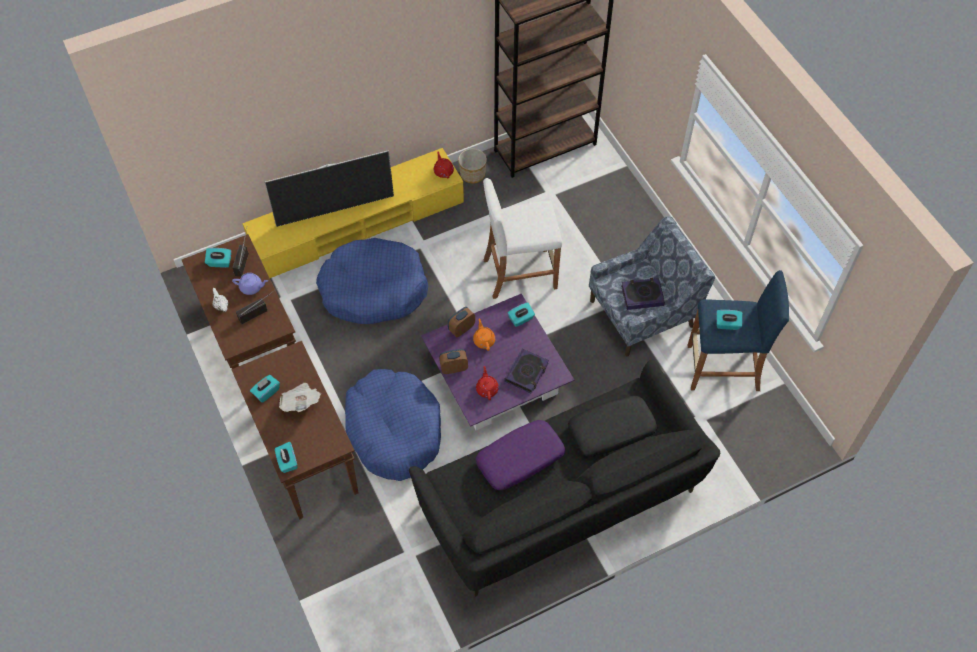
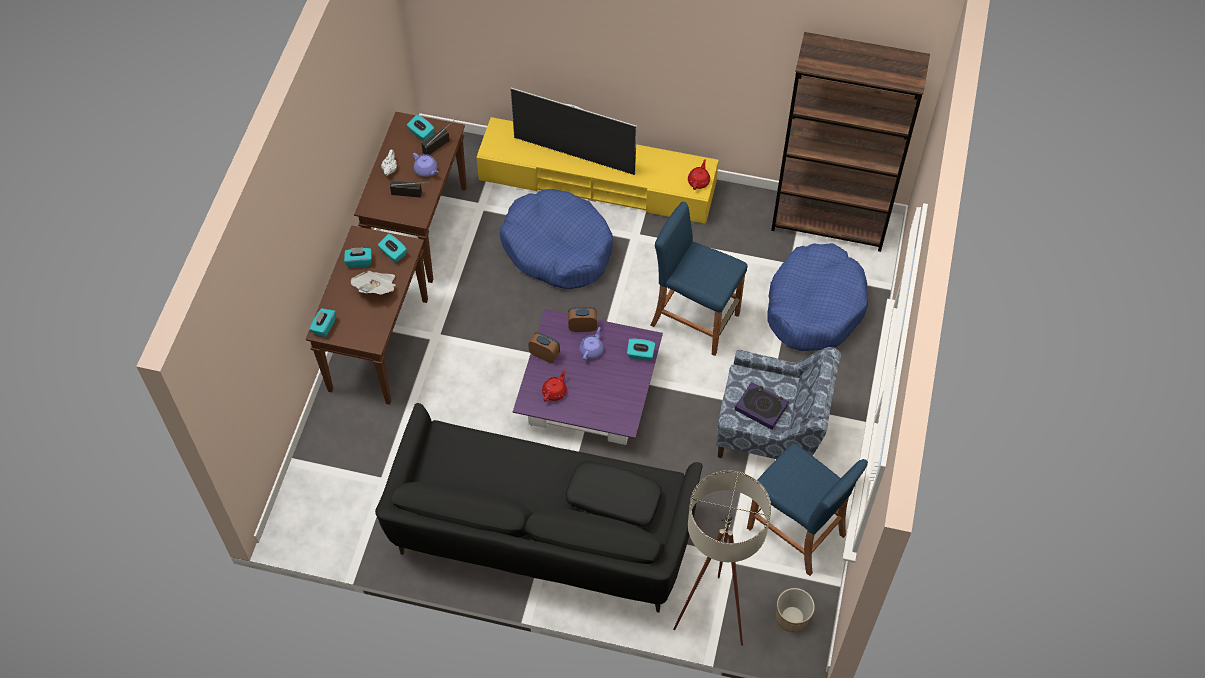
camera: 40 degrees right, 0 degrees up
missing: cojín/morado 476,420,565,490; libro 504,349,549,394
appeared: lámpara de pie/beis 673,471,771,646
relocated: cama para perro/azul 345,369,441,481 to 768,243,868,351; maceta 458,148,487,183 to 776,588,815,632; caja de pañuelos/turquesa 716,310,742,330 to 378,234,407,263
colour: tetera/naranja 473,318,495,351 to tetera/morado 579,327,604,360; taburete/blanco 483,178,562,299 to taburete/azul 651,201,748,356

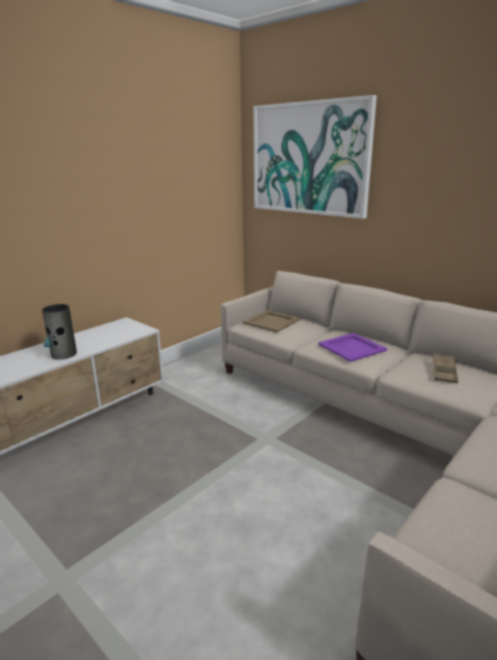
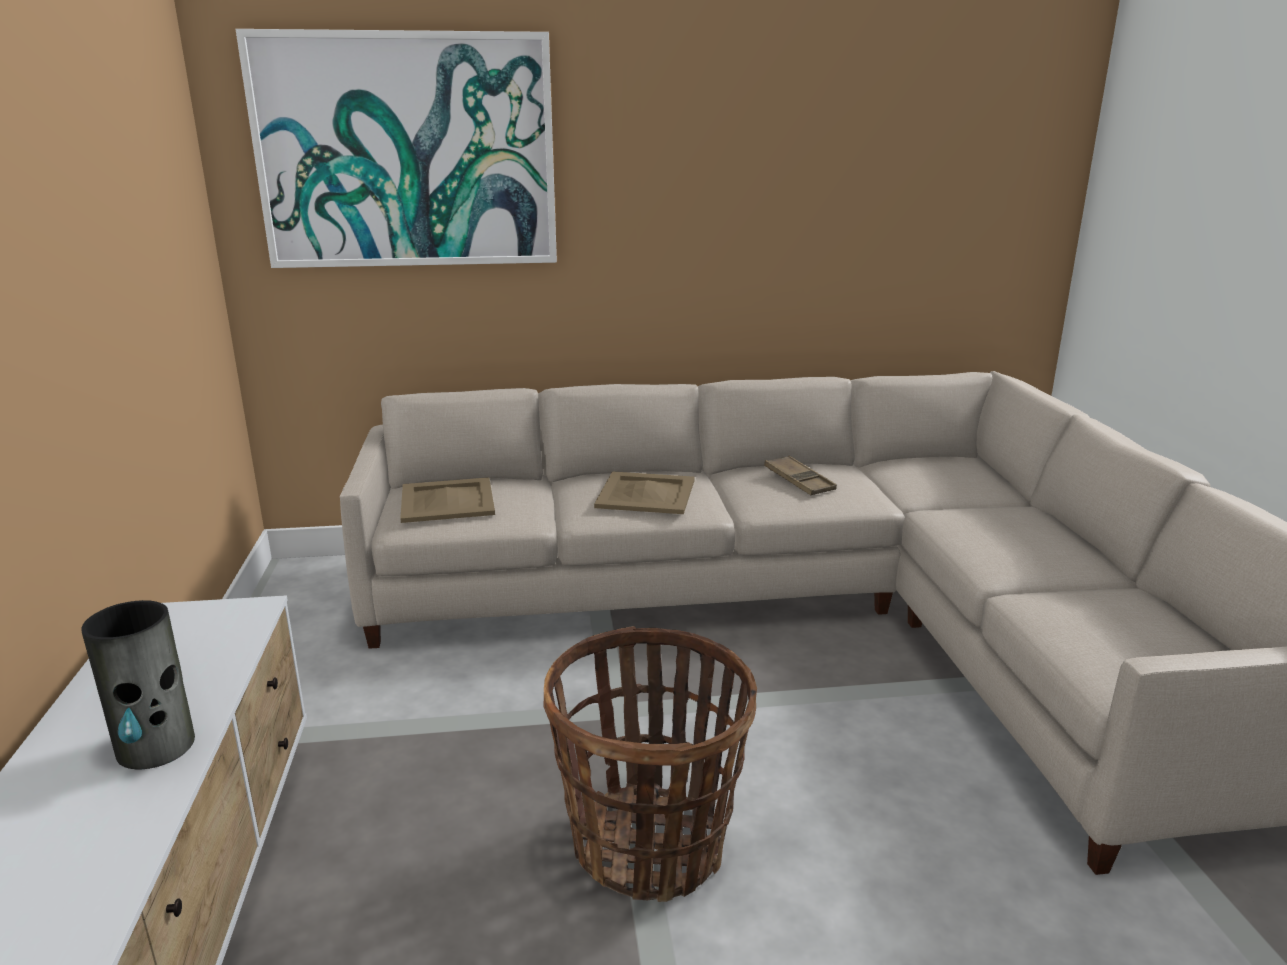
camera: 50 degrees left, 0 degrees up
appeared: cesta 544,626,757,902
colour: bandeja/morado 318,333,387,362 to bandeja/beis 594,471,695,514

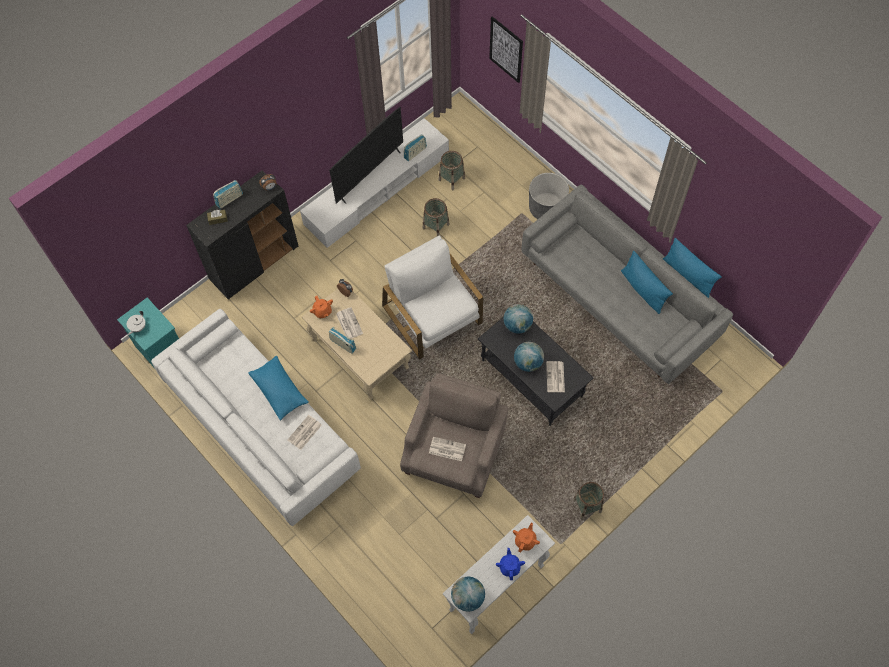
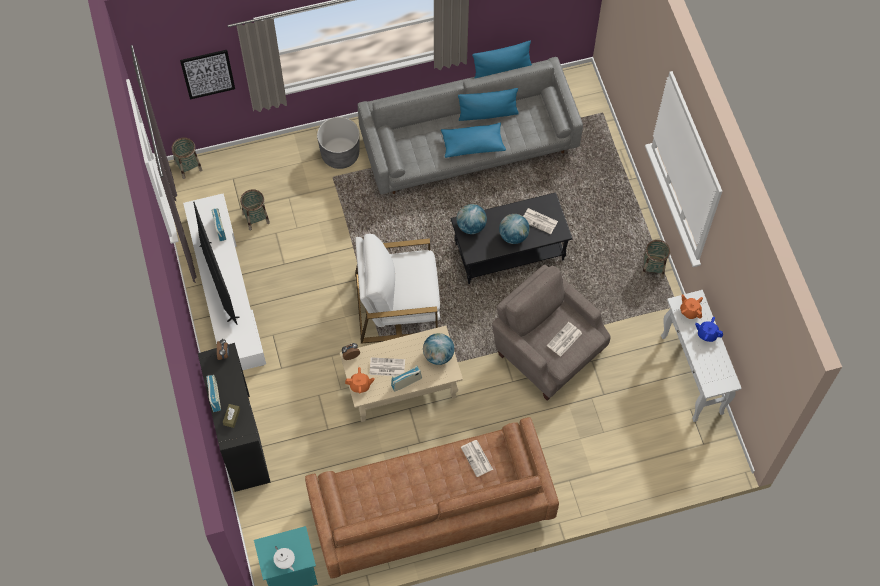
camera: 65 degrees left, 0 degrees up
relocated: cojín/azul 248,356,309,421 to 441,123,506,158; cesta 423,198,450,236 to 172,137,202,179; globo terráqueo 451,576,485,612 to 423,333,454,365
colour: sofá/blanco 151,309,361,526 to sofá/marrón 305,417,559,578

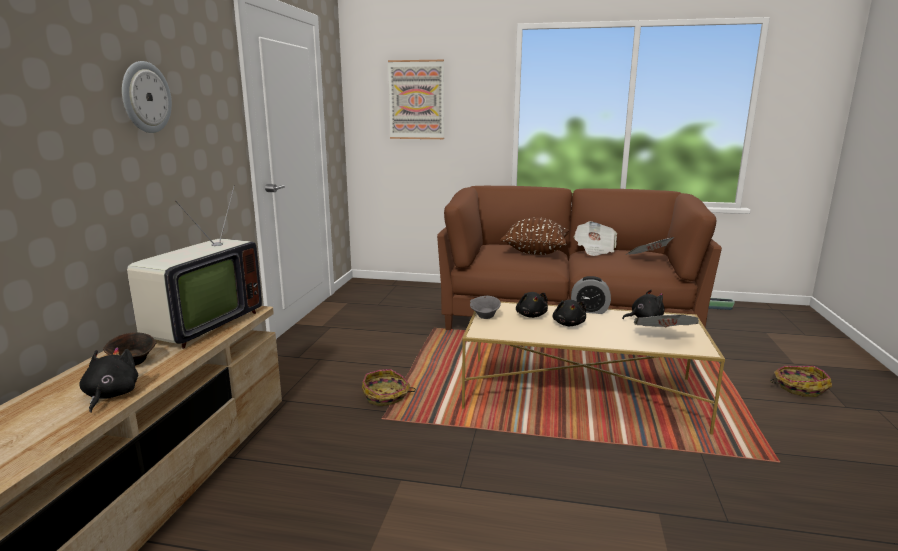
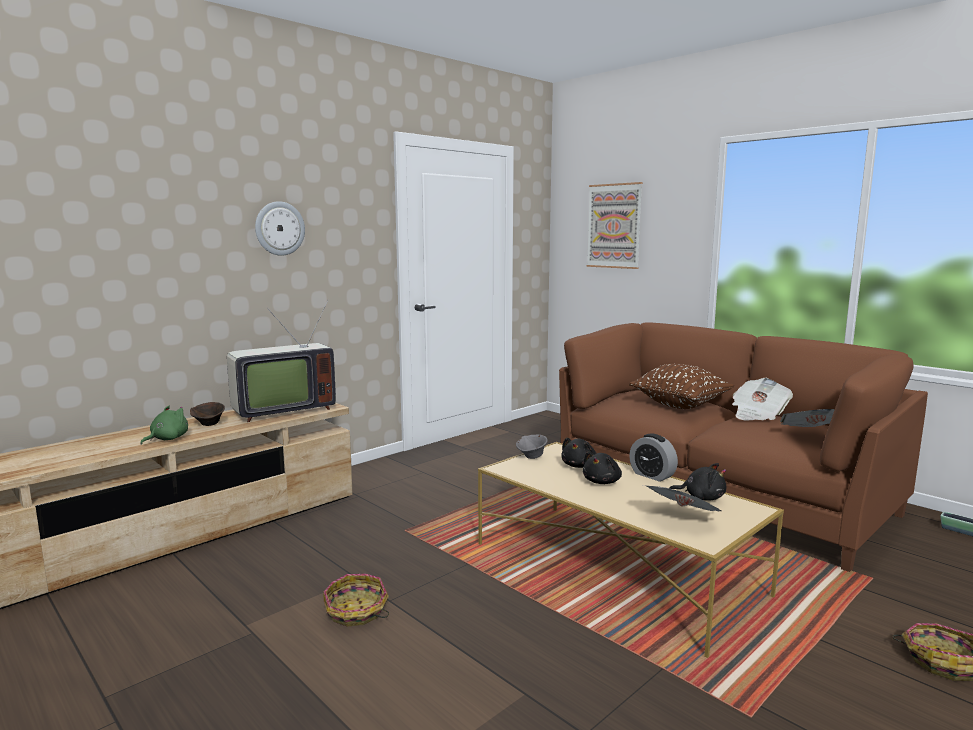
camera: 35 degrees right, 5 degrees down
relocated: cesta 362,369,416,406 to 323,574,389,626
colour: peluche/negro 79,347,138,413 to peluche/verde 140,406,188,445

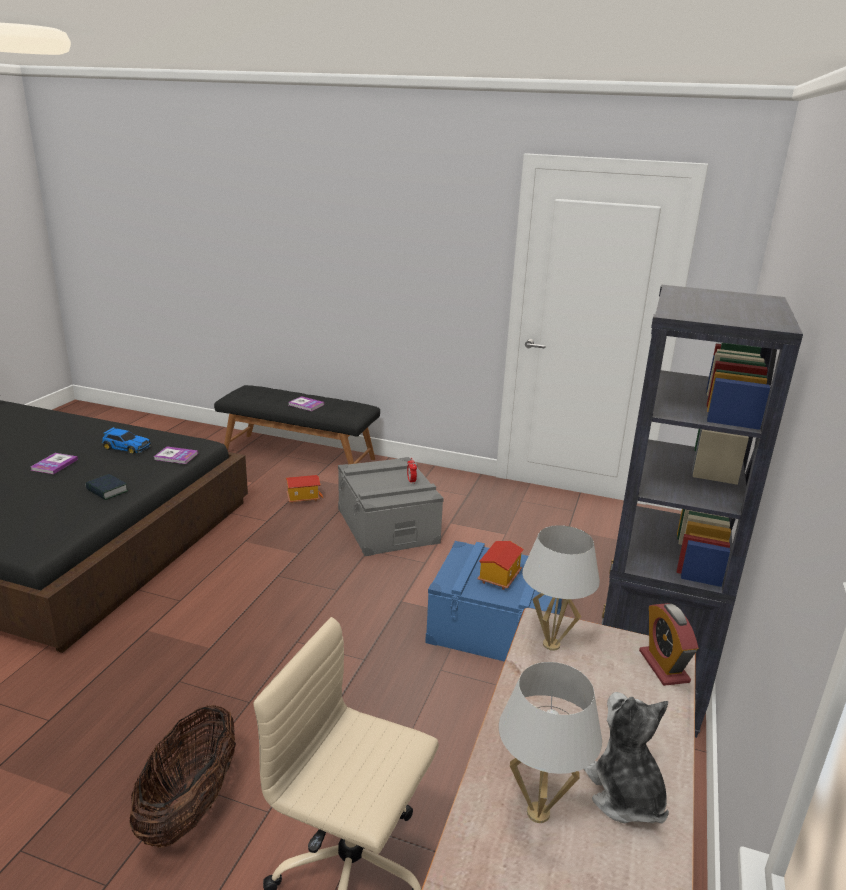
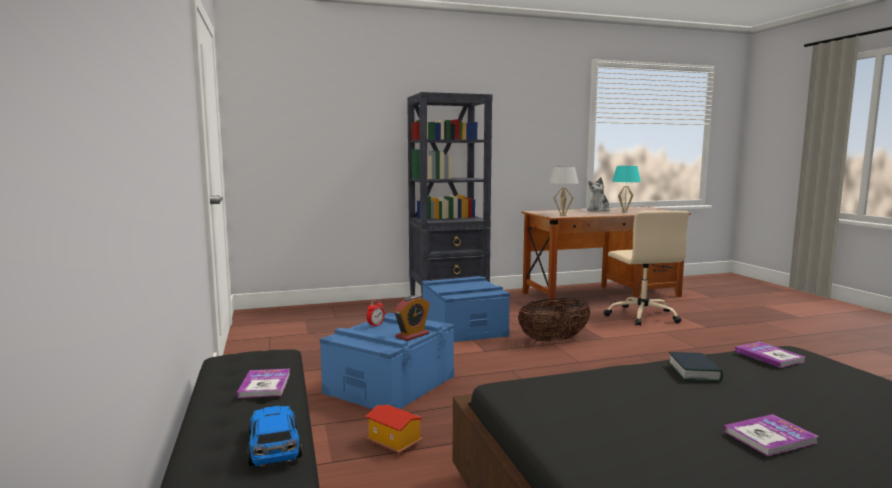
camera: 125 degrees left, 15 degrees down
missing: casita 477,541,524,590
relocated: coche de juguete 102,427,151,454 to 247,406,302,467; cesta 129,705,236,848 to 518,298,590,341; libro 154,447,198,464 to 735,342,805,368; despertador 639,603,699,686 to 394,295,430,341
colour: caja de almacenaje/gris 338,457,444,556 to caja de almacenaje/azul 320,313,454,409; lámpara de mesa/blanco 499,662,602,823 to lámpara de mesa/turquesa 612,166,641,213

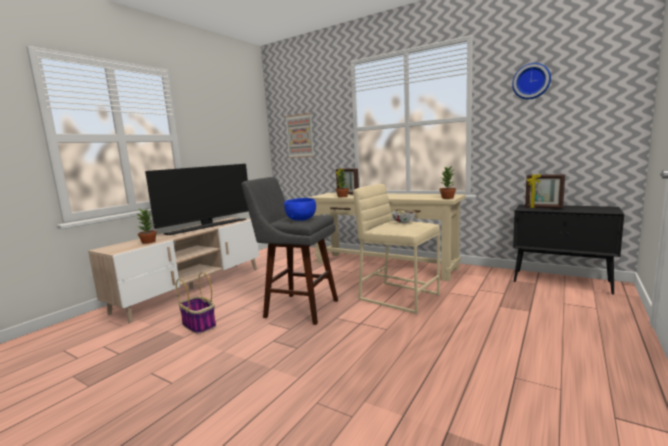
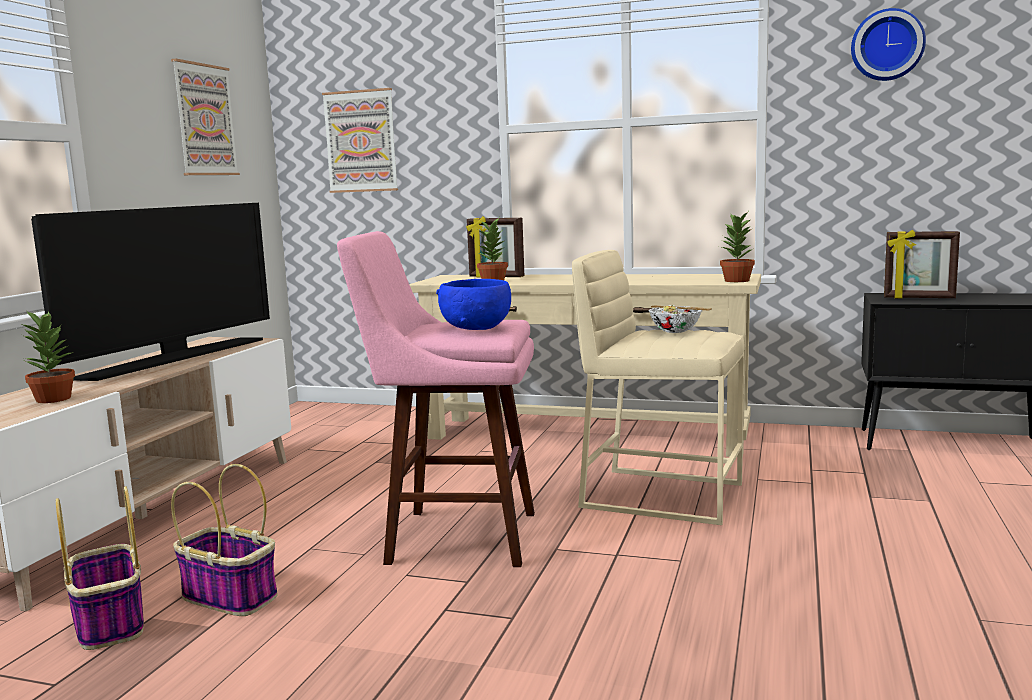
camera: 15 degrees left, 0 degrees up
appeared: cesta 56,486,144,650; cuadro 171,59,240,175
colour: taburete/gris 241,177,338,325 to taburete/rosa 337,231,535,567

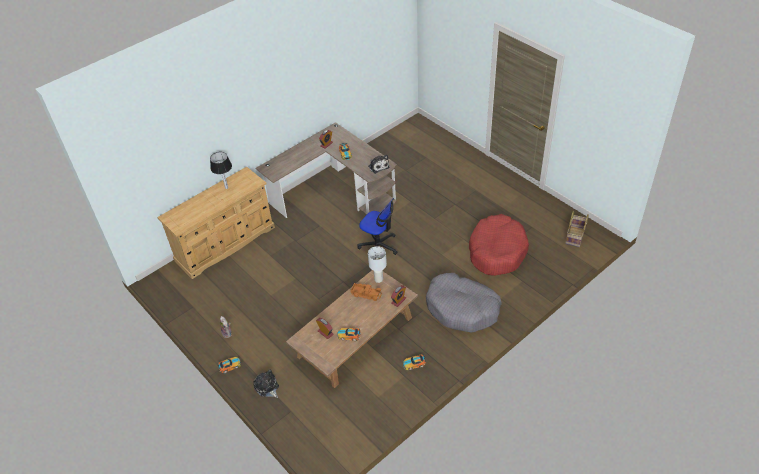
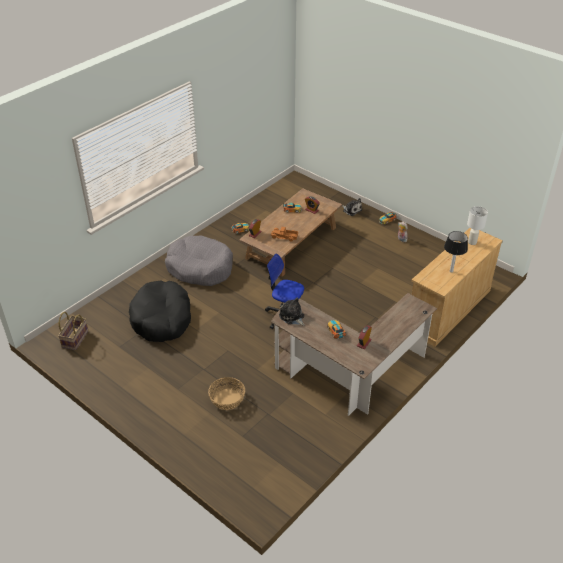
camera: 170 degrees right, 5 degrees down
appeared: cesta 208,377,245,410
relocated: lámpara de mesa/blanco 368,246,387,283 to 467,206,488,245
colour: cama para perro/rojo 469,214,529,276 to cama para perro/negro 129,280,191,342

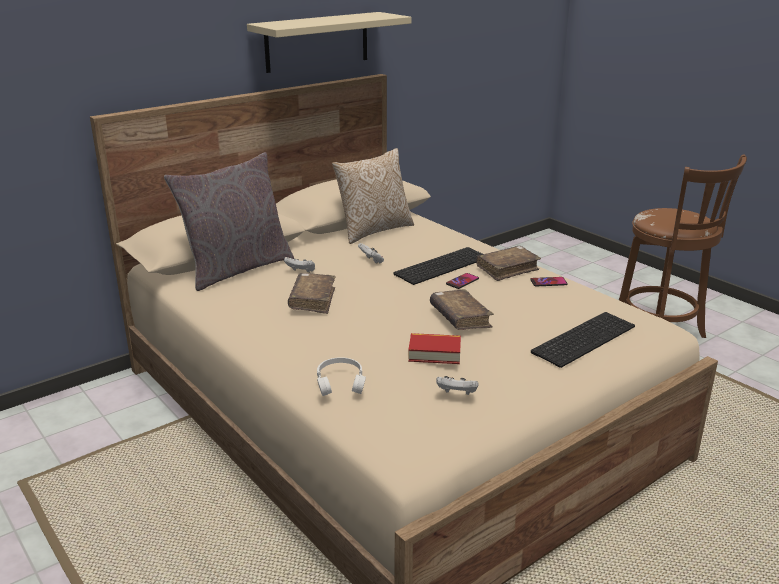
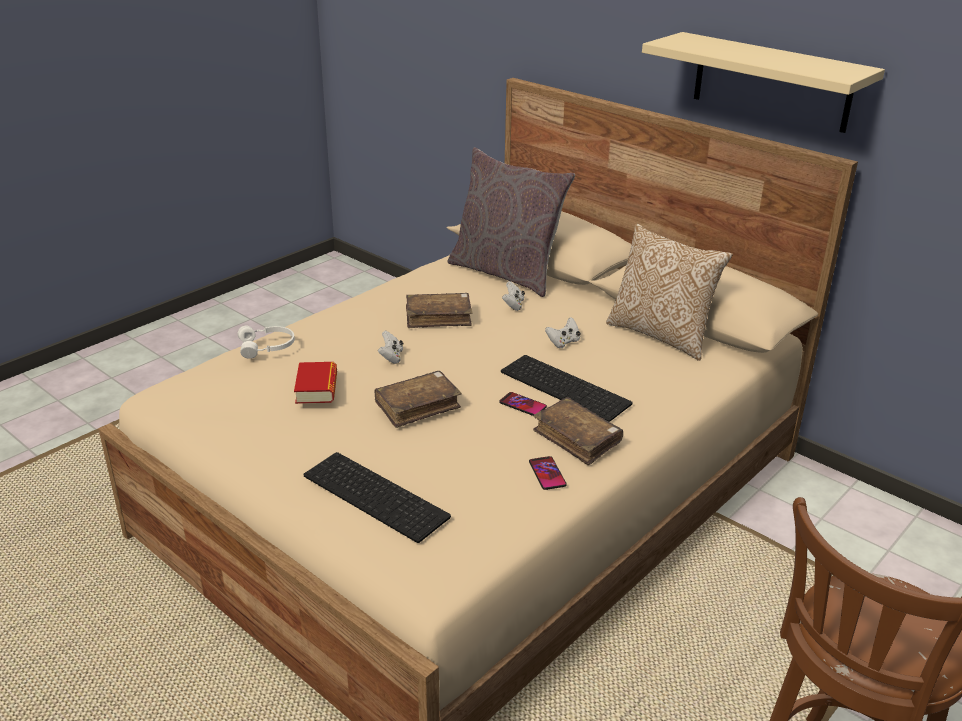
camera: 80 degrees right, 5 degrees up
relocated: mando de consola/blanco 436,376,479,395 to 378,331,403,364

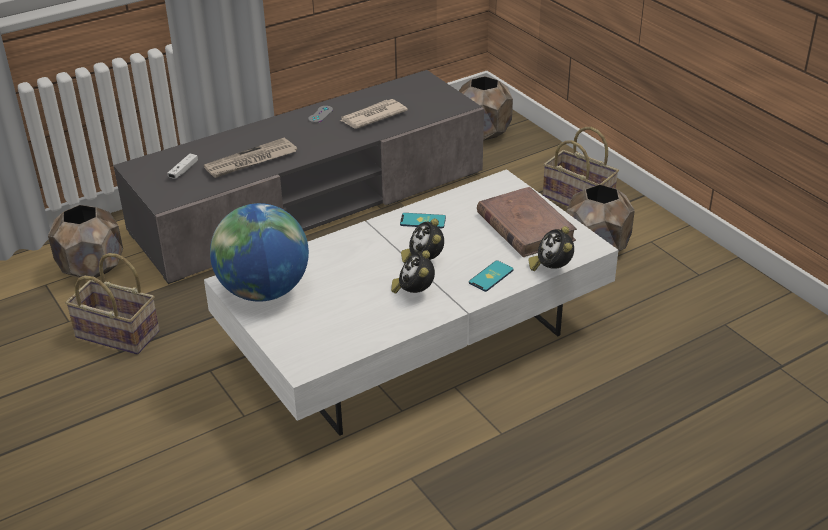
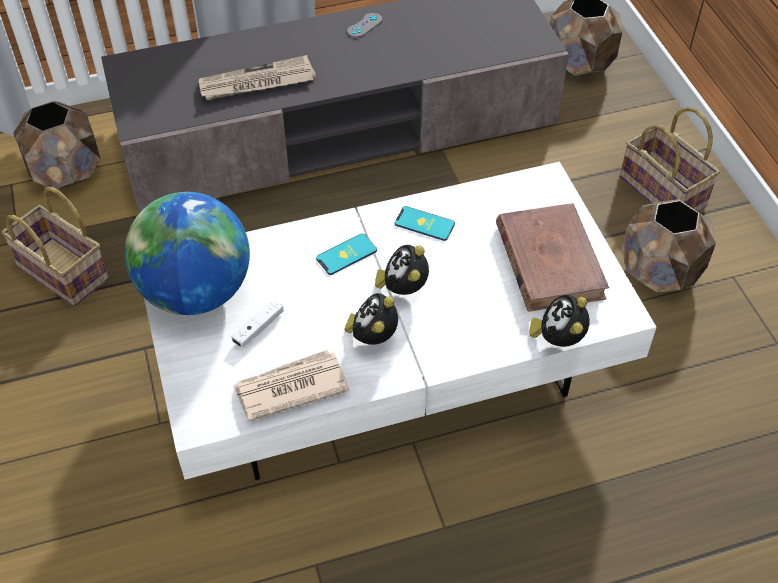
camera: 15 degrees right, 15 degrees up
relocated: mando de consola/blanco 168,154,198,179 to 232,299,284,348; periódico 340,99,408,129 to 233,350,349,421; móvil 469,261,513,292 to 316,233,377,275

